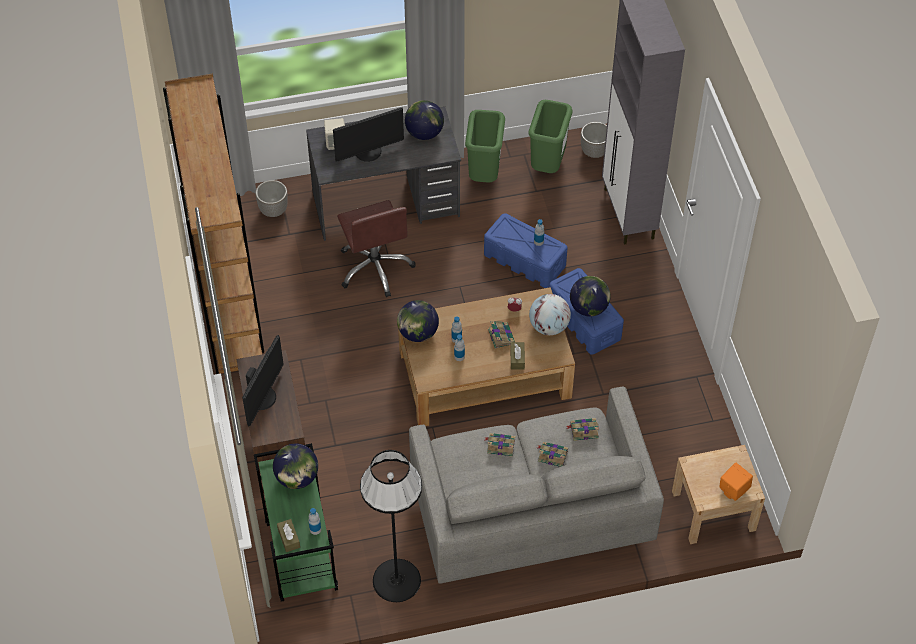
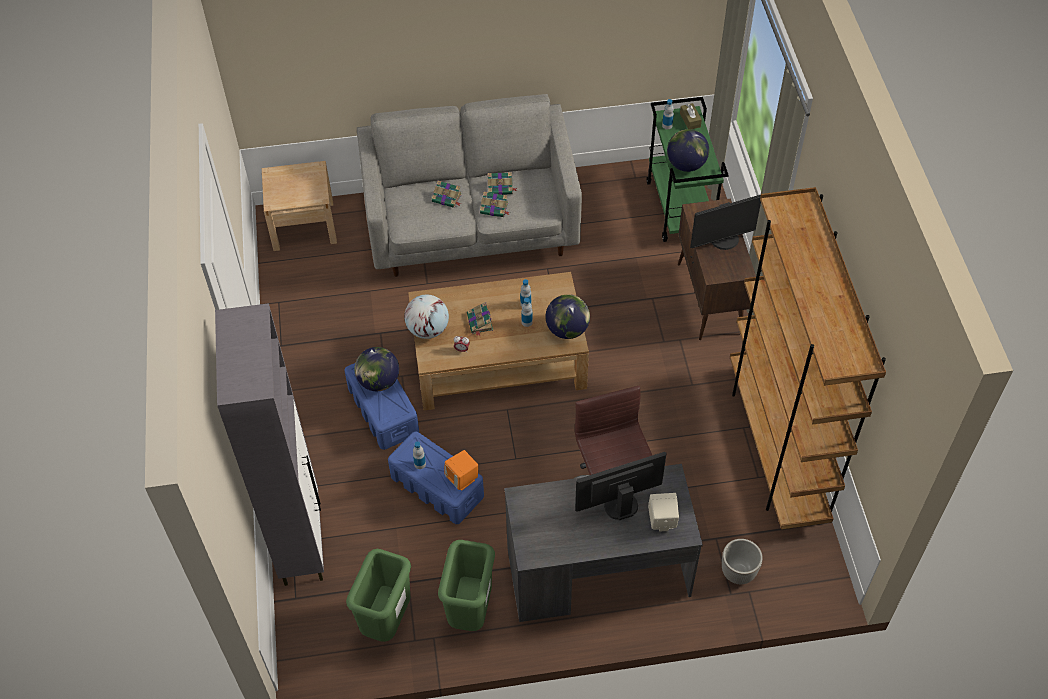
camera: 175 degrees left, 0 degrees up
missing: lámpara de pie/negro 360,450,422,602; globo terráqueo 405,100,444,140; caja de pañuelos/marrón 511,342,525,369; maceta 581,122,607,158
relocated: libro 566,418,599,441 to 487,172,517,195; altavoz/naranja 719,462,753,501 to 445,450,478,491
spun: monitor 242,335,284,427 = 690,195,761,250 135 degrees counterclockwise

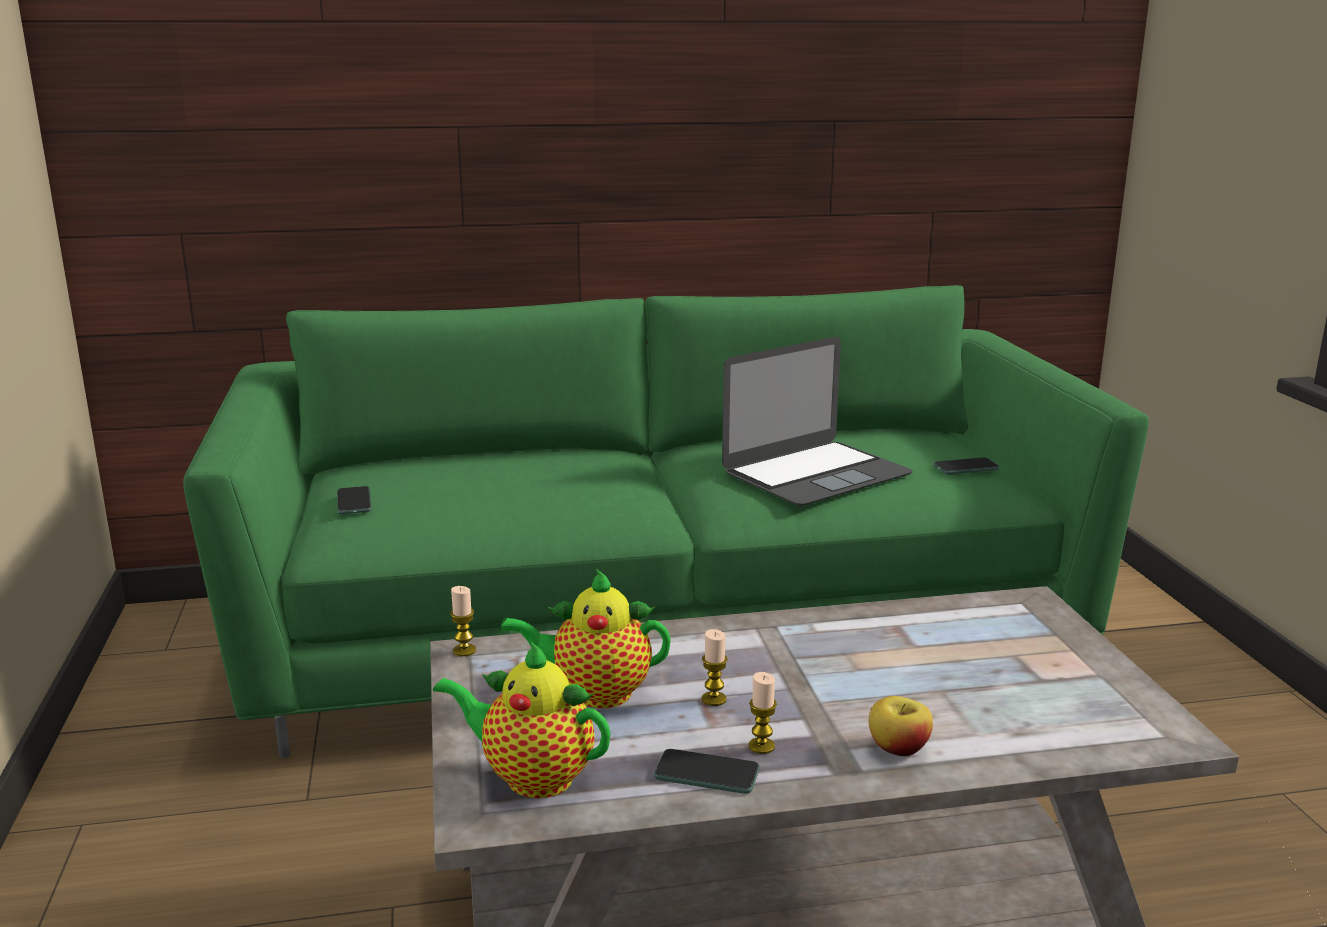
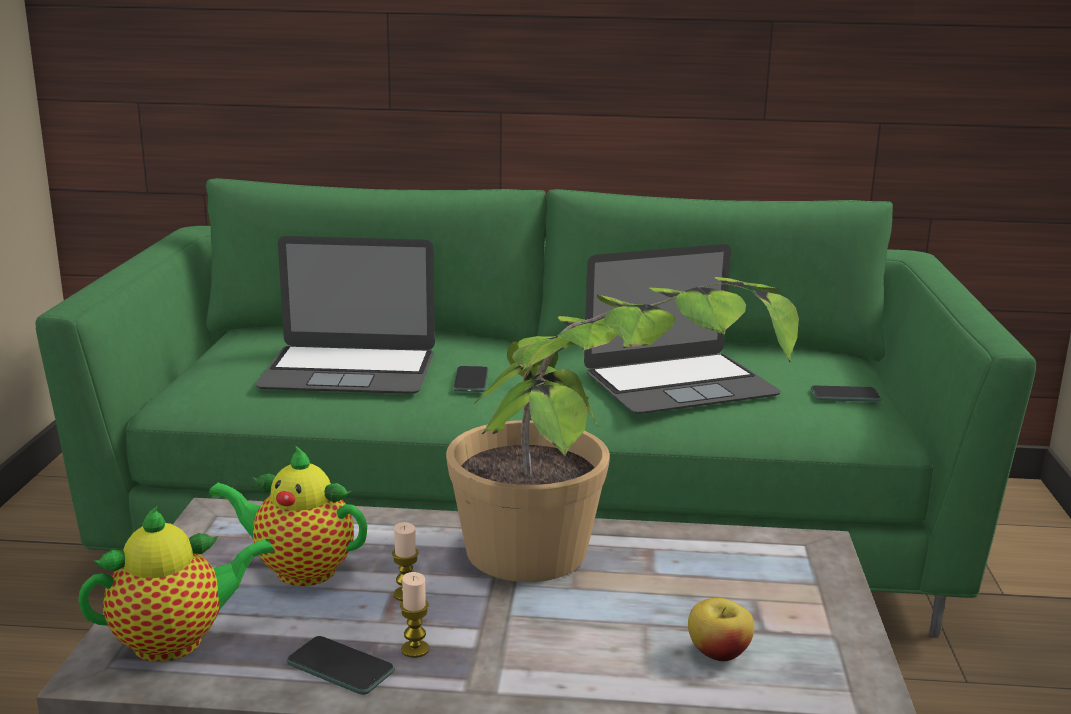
camera: 15 degrees right, 0 degrees up
missing: vela 450,586,476,656
appeared: portátil 255,236,435,394; planta en maceta 446,277,799,582
relocated: móvil 337,486,372,514 to 453,366,489,392; manzana 869,696,933,756 to 688,598,754,661
spun: tetera 433,642,611,798 = 78,505,275,662 120 degrees clockwise

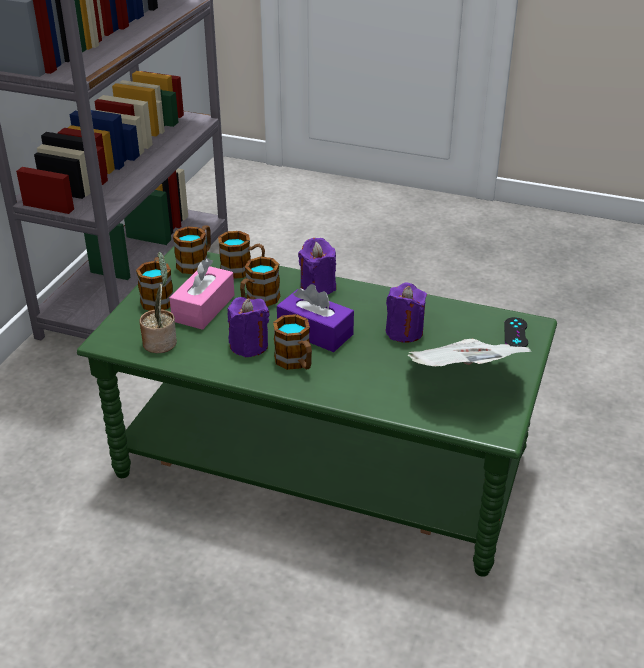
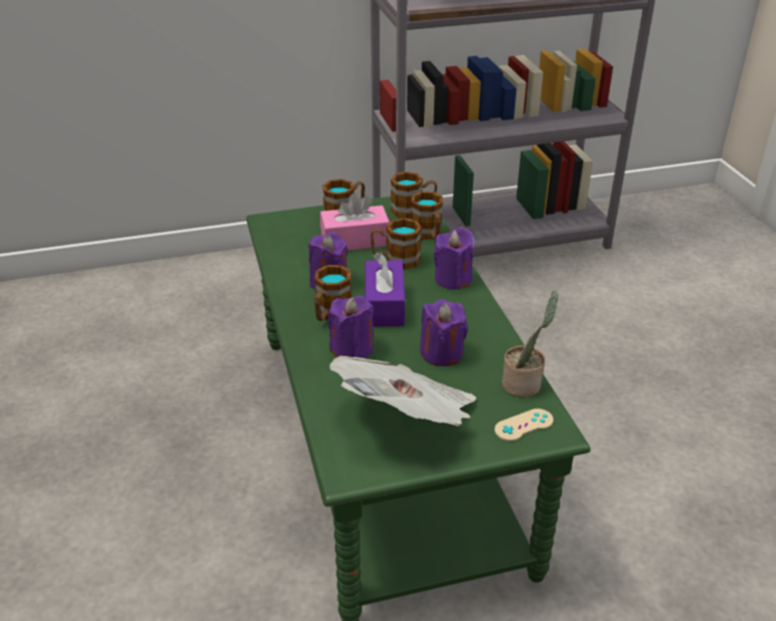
camera: 55 degrees right, 0 degrees up
appeared: vela/morado 328,295,374,358
relocated: planta en maceta 139,252,177,353 to 502,291,558,397
colour: mando de consola/negro 504,317,528,347 to mando de consola/beis 495,409,553,441

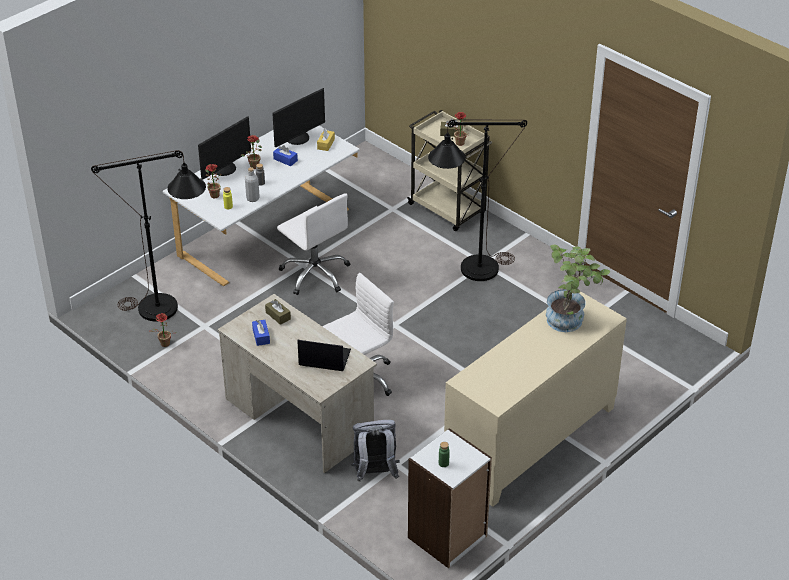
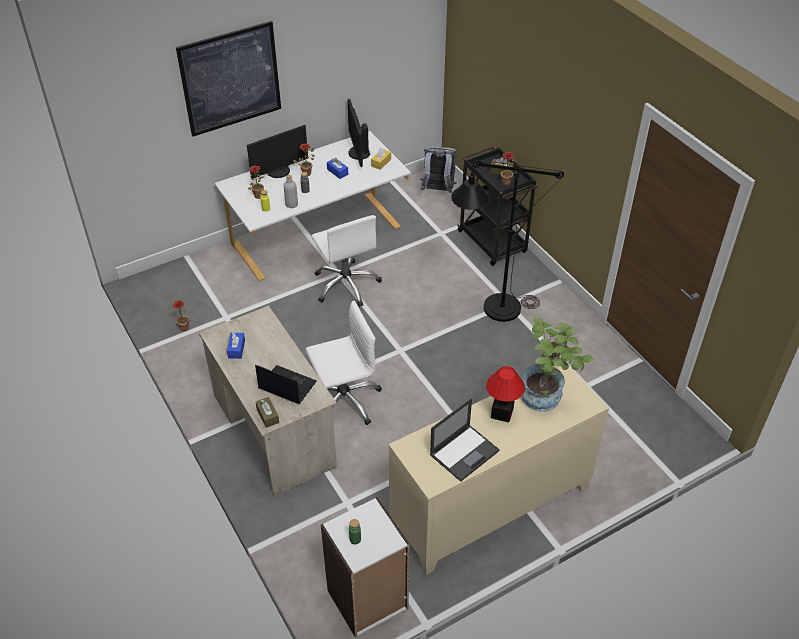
camera: 15 degrees right, 5 degrees up
missing: lámpara de pie/negro 91,150,206,321
appeared: cuadro 176,21,281,137; portátil 430,398,500,482; lámpara de mesa 486,366,525,423
relocated: caja de pañuelos/marrón 265,299,291,325 to 256,397,279,428; mochila/gris 351,420,399,482 to 420,147,457,193
colour: carrito/beis 407,110,492,231 to carrito/negro 457,146,537,266
spun: monitor 272,88,325,147 = 347,99,370,167 105 degrees clockwise

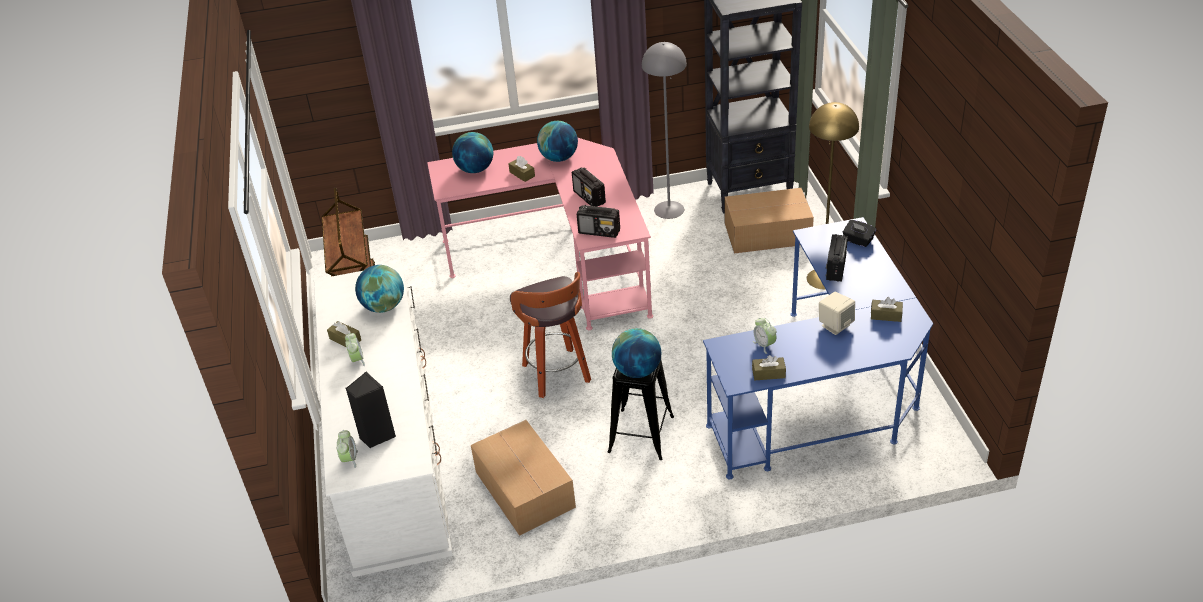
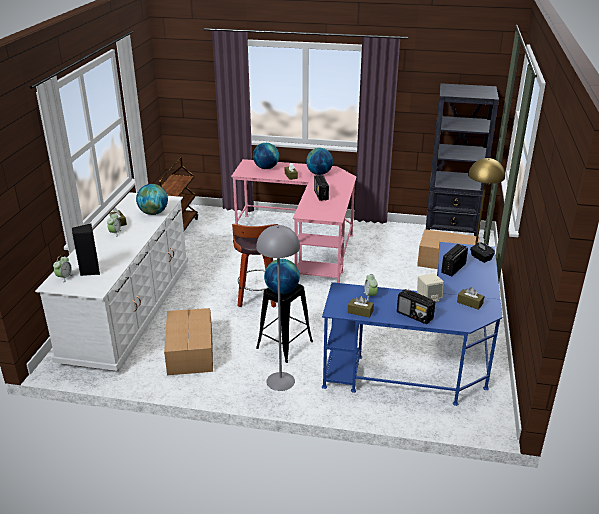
camera: 20 degrees right, 10 degrees down
relocated: radio 577,205,620,238 to 397,289,435,324; lámpara de pie/gris 642,42,687,219 to 256,225,300,391

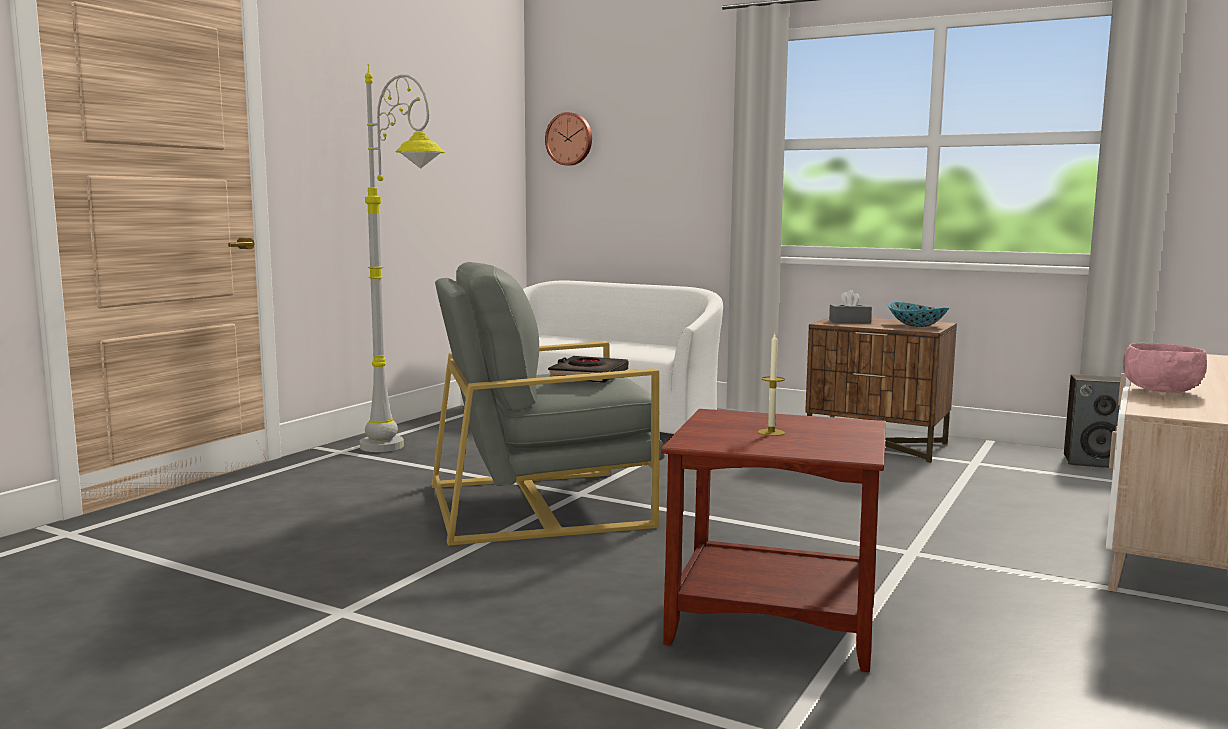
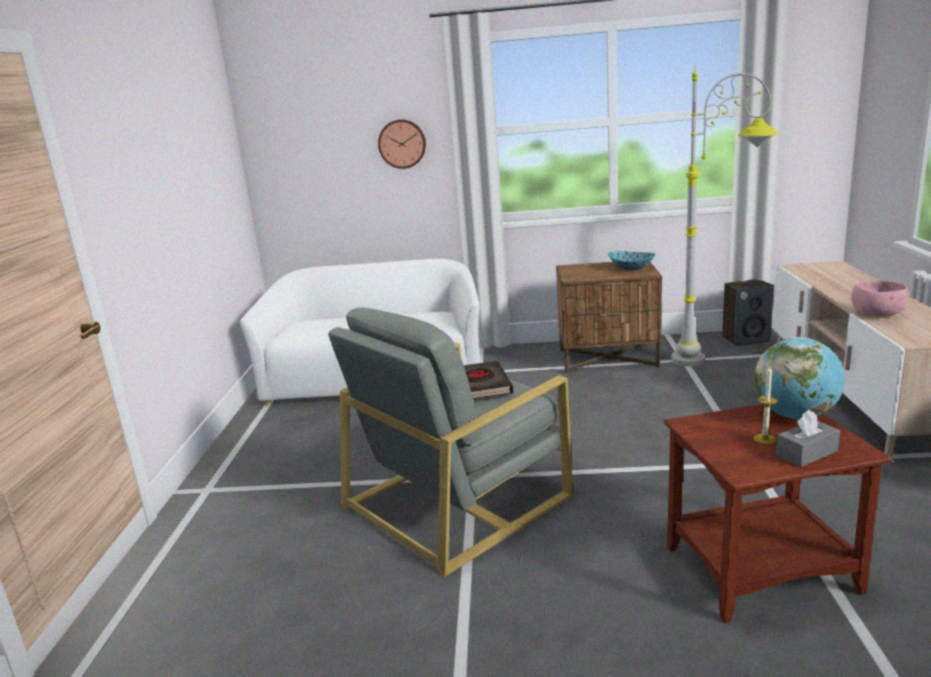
camera: 25 degrees left, 10 degrees up
appeared: globo terráqueo 755,337,845,420
relocated: lámpara de pie/gris 360,64,445,452 to 671,65,778,367; reloj de pared 545,112,592,166 to 378,119,426,169; caja de pañuelos/gris 829,290,872,323 to 776,410,840,467

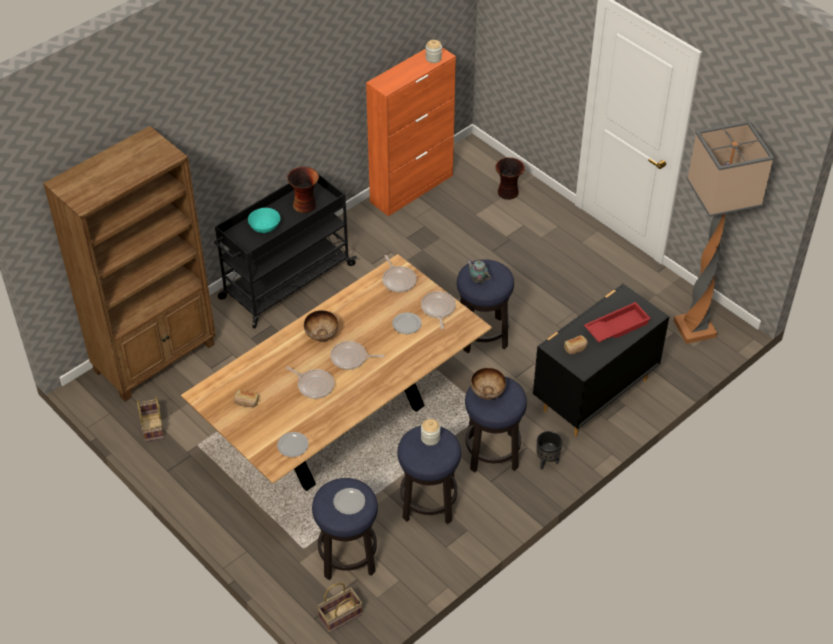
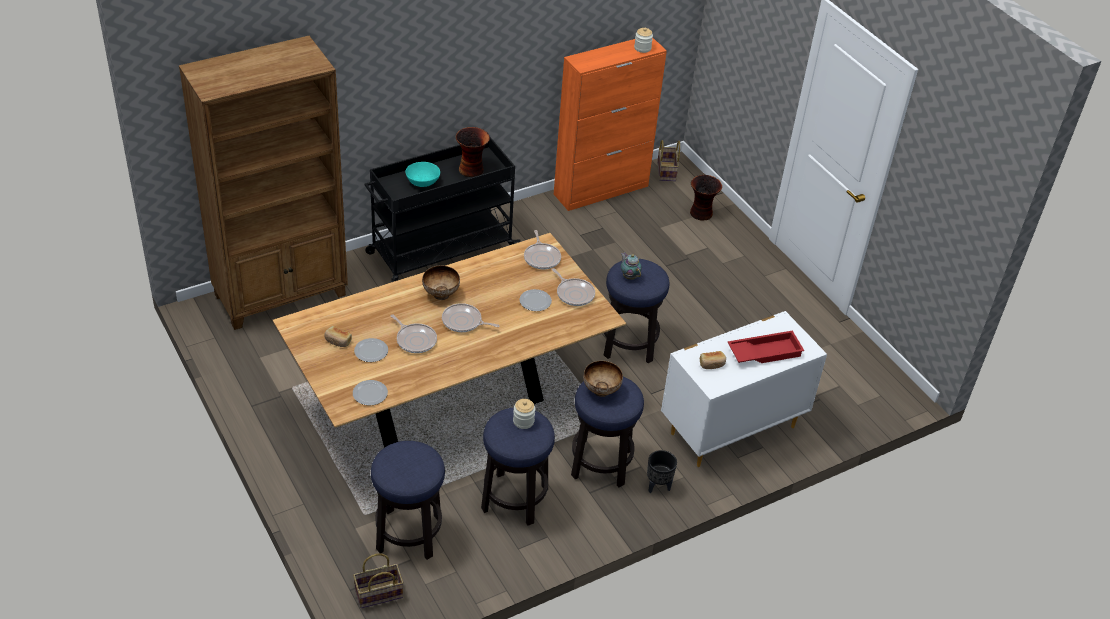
camera: 10 degrees right, 5 degrees down
missing: lámpara de pie 674,121,774,344
relocated: cesta 137,396,164,442 to 657,140,680,181; plato 333,488,365,514 to 354,338,388,362
colour: cómoda/negro 533,284,670,436 to cómoda/blanco 661,311,827,467
spun: sartén 421,291,456,329 = 552,268,595,306 135 degrees clockwise

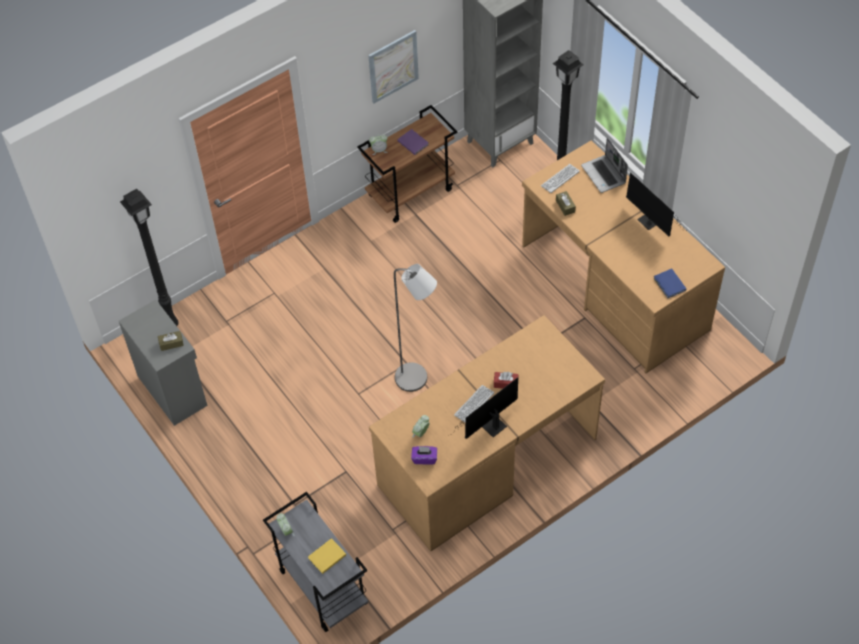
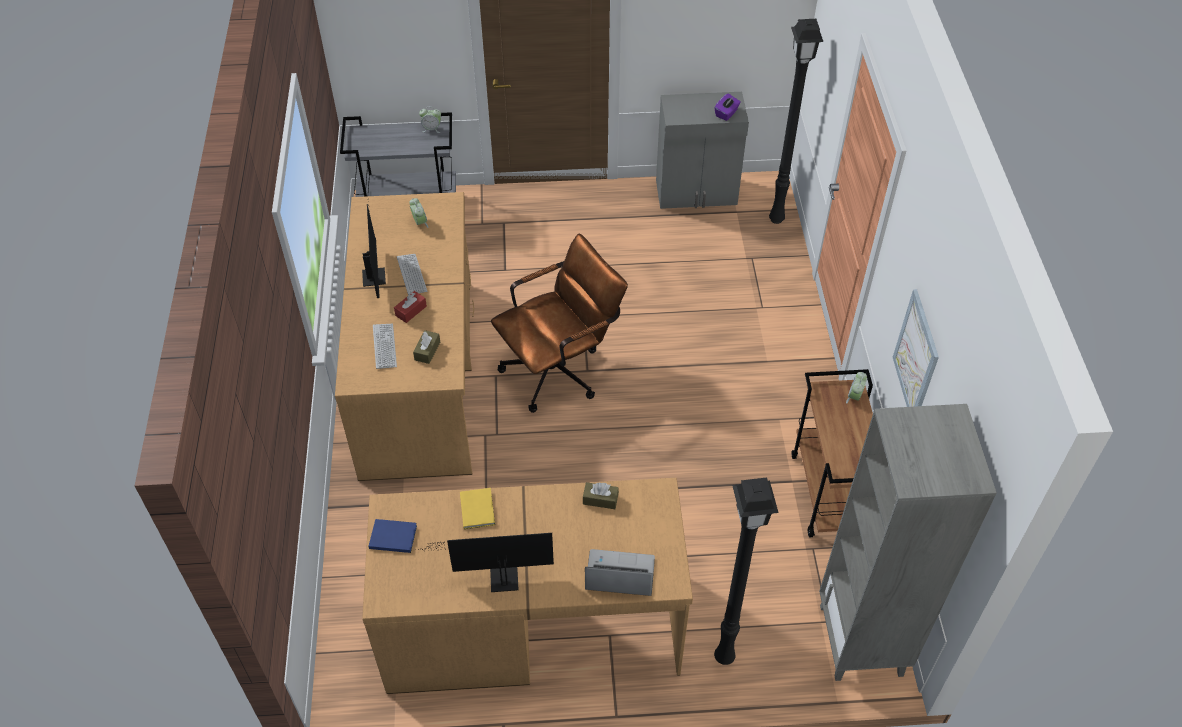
camera: 120 degrees right, 5 degrees down
missing: libro/morado 397,129,429,155
relocated: caja de pañuelos/marrón 158,331,184,351 to 413,330,440,364; libro/amarillo 308,538,346,574 to 460,488,495,529; caja de pañuelos/morado 411,446,437,465 to 715,93,741,121; teclado 541,164,580,193 to 373,324,397,369
exchanged: lámpara de pie/gris 394,264,437,392 to silla de oficina/marrón 491,234,628,413

